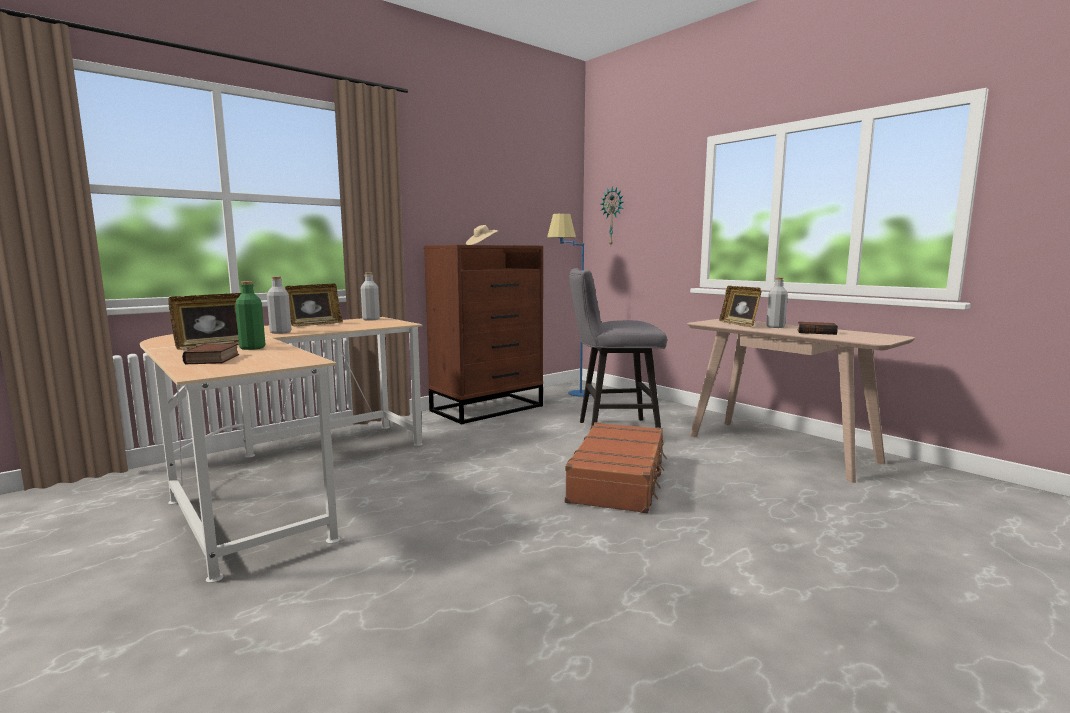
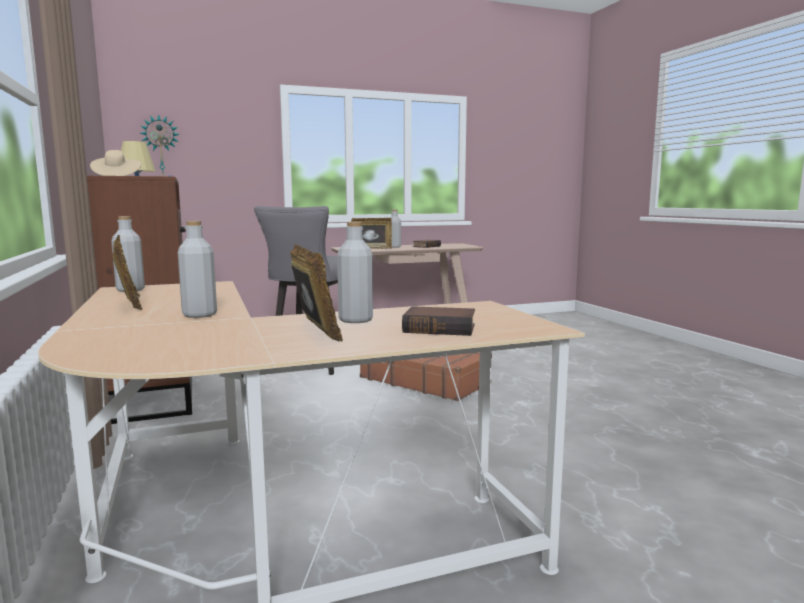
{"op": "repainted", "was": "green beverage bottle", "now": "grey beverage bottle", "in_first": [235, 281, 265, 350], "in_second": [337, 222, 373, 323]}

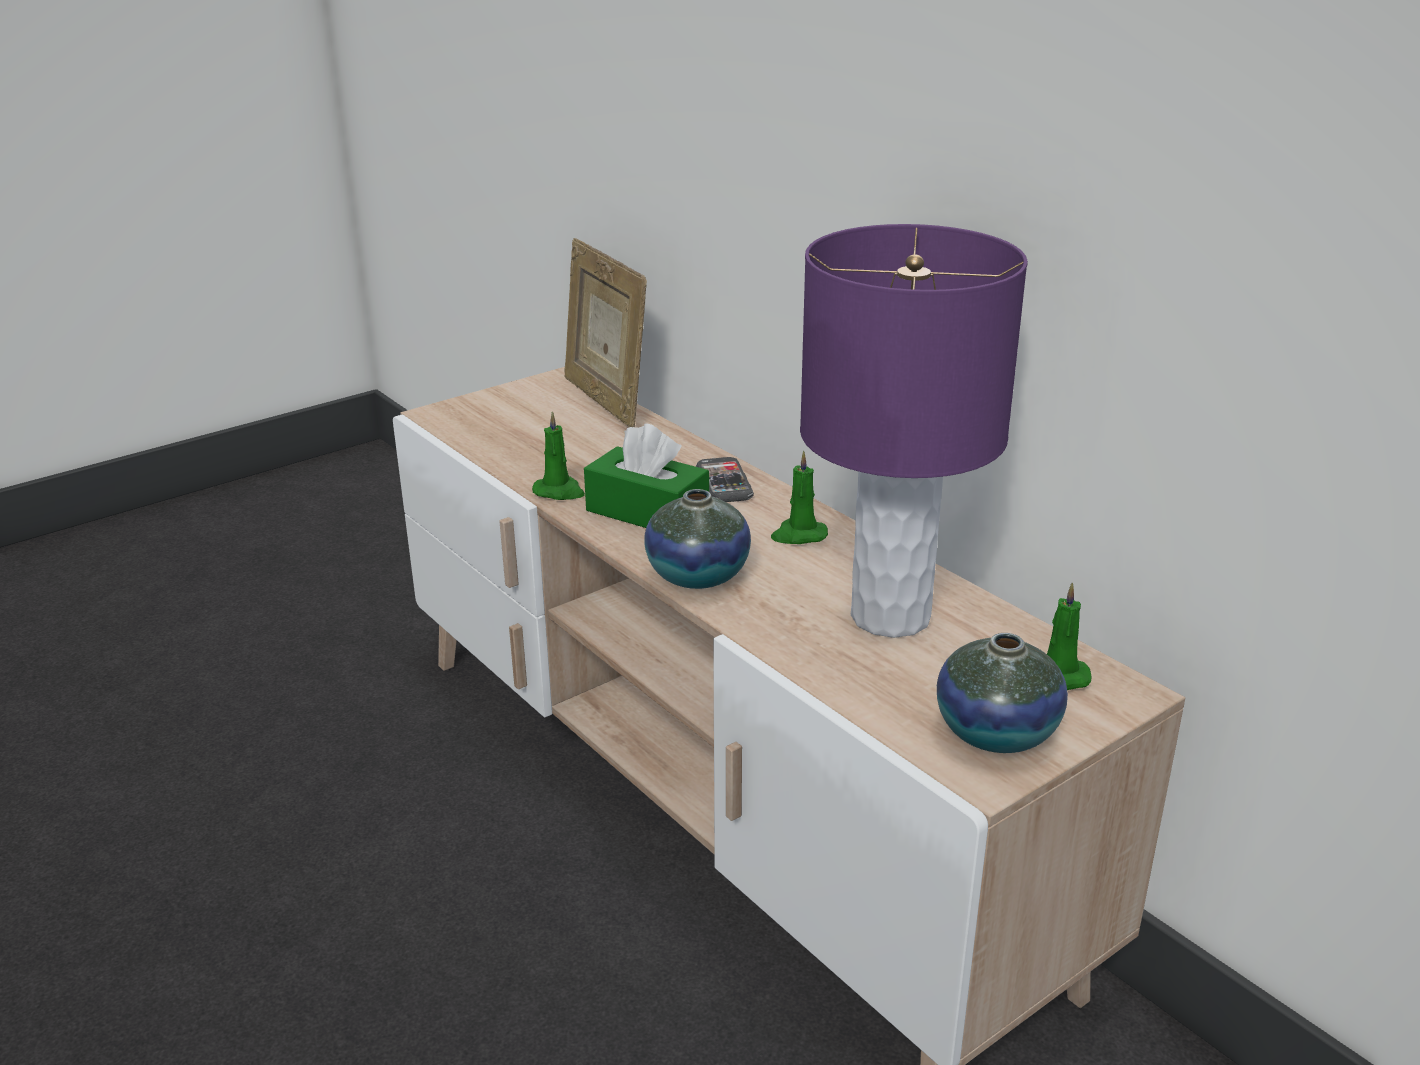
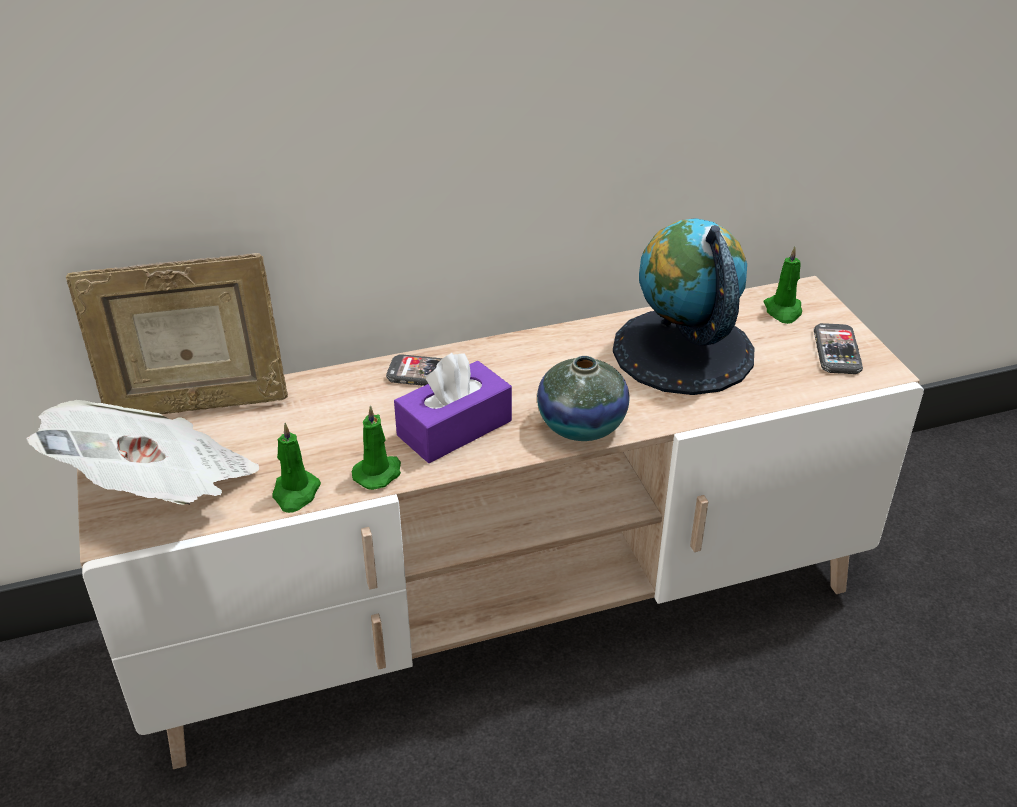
{"op": "repainted", "was": "green tissue box", "now": "purple tissue box", "in_first": [584, 423, 709, 528], "in_second": [394, 353, 512, 463]}
{"op": "shifted", "was": "green wax light", "in_first": [771, 451, 828, 544], "in_second": [273, 423, 321, 513]}
{"op": "swapped", "was": "purple table lamp", "now": "desk globe", "in_first": [800, 224, 1028, 638], "in_second": [613, 218, 754, 395]}
{"op": "swapped", "was": "vase", "now": "telephone", "in_first": [937, 633, 1068, 753], "in_second": [814, 323, 863, 374]}
{"op": "new", "now": "newspaper", "in_second": [26, 400, 259, 505]}

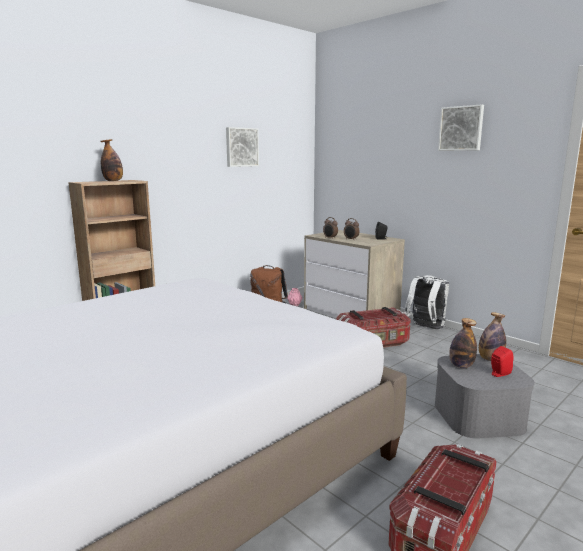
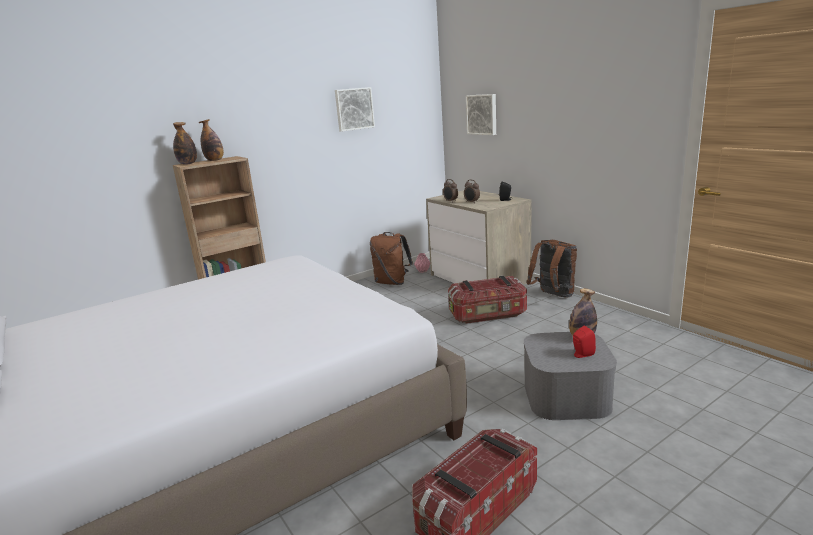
{"op": "repainted", "was": "white-coloured backpack", "now": "brown backpack", "in_first": [404, 275, 449, 329], "in_second": [527, 240, 577, 298]}
{"op": "shifted", "was": "picture", "in_first": [438, 104, 484, 151], "in_second": [466, 94, 496, 135]}
{"op": "shifted", "was": "beverage bottle", "in_first": [449, 318, 477, 368], "in_second": [173, 122, 197, 165]}

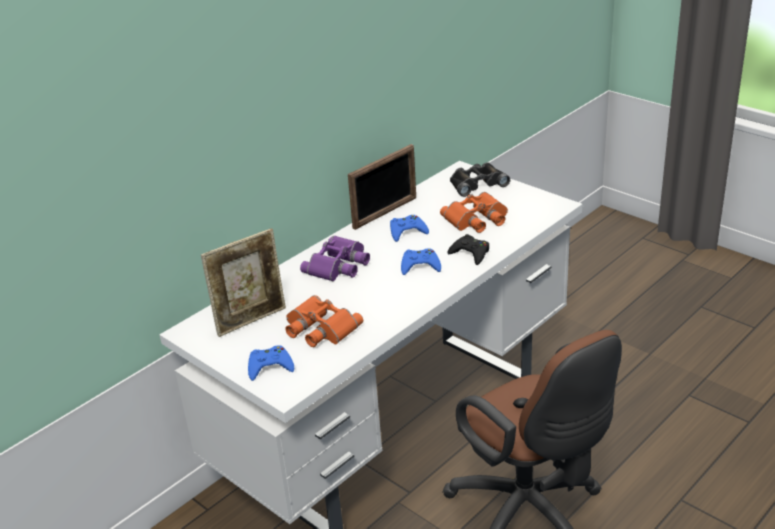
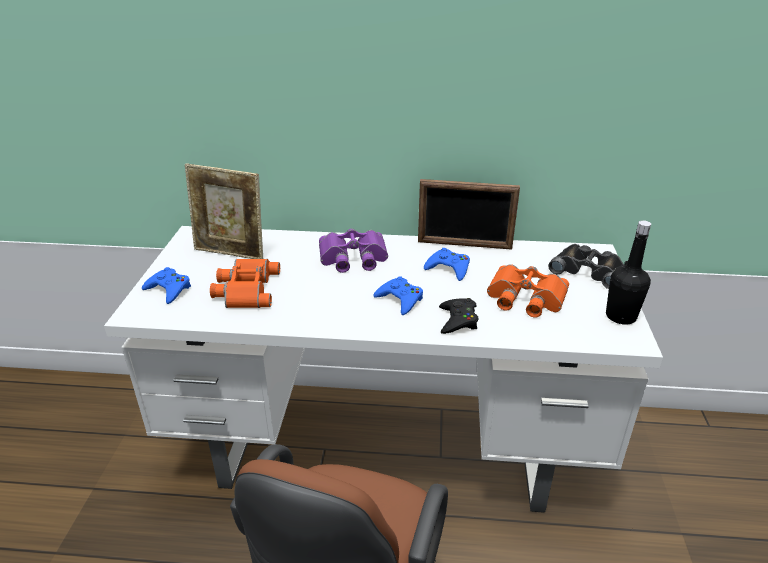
{"op": "new", "now": "blackish beverage bottle", "in_second": [606, 220, 651, 325]}

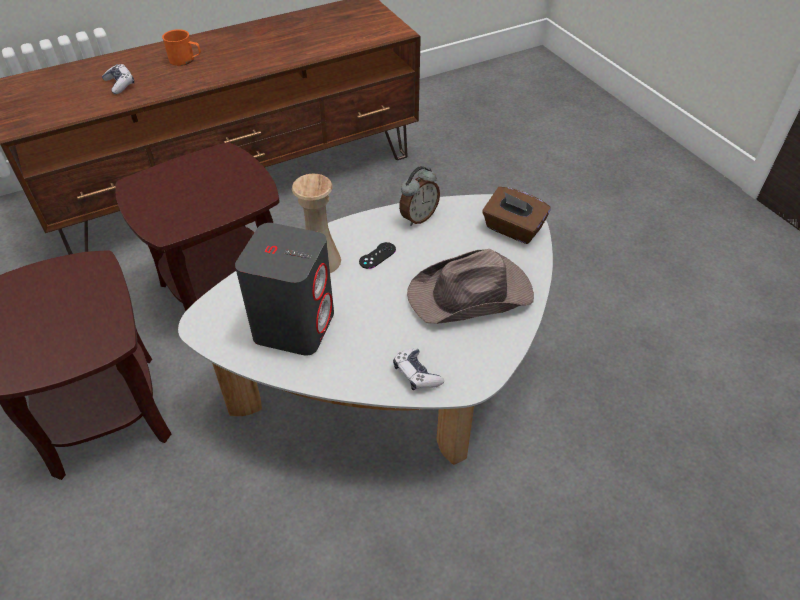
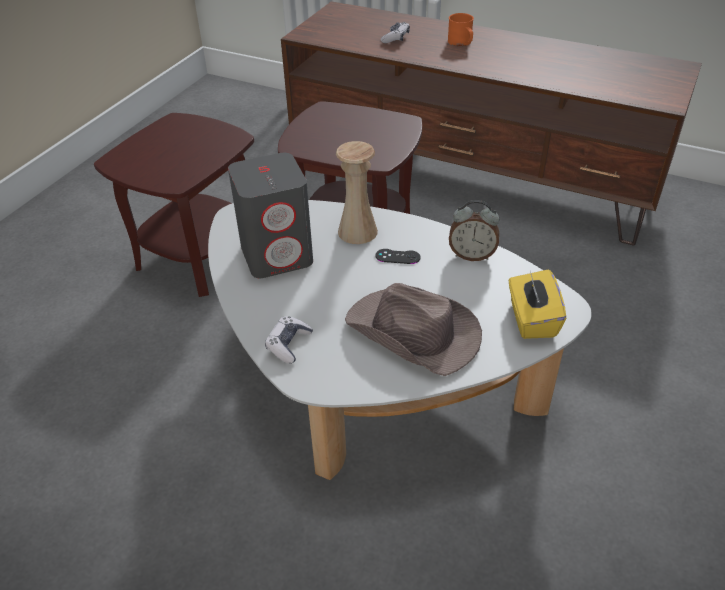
{"op": "repainted", "was": "brown tissue box", "now": "yellow-coloured tissue box", "in_first": [482, 187, 551, 244], "in_second": [509, 270, 566, 339]}

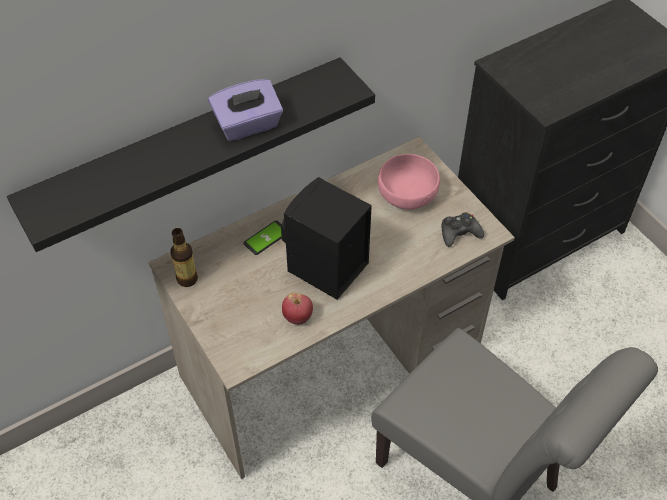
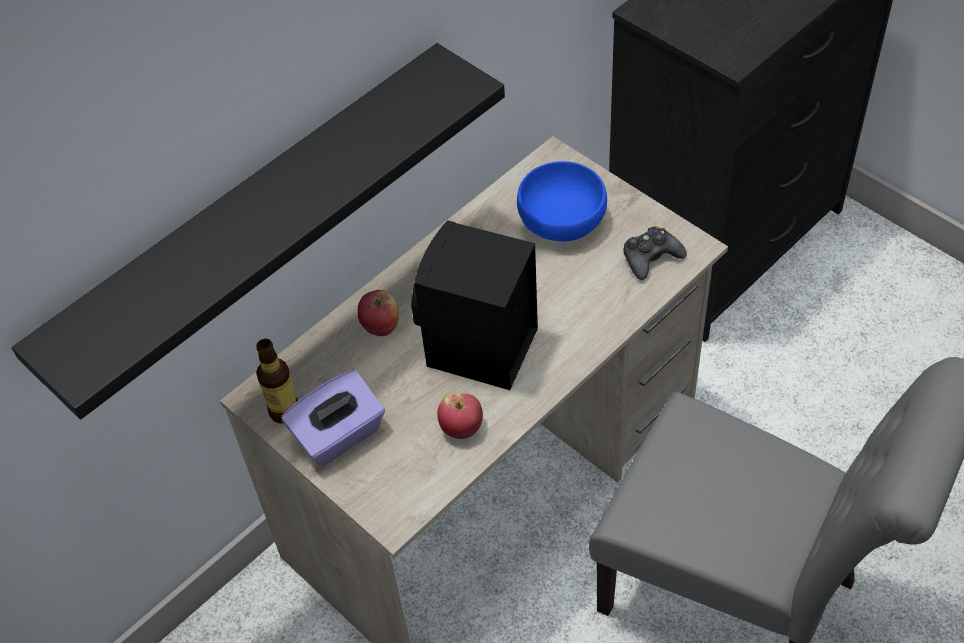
{"op": "shifted", "was": "purple tissue box", "in_first": [208, 79, 283, 141], "in_second": [281, 370, 385, 466]}
{"op": "swapped", "was": "telephone", "now": "whole apple", "in_first": [243, 220, 282, 255], "in_second": [358, 290, 399, 336]}
{"op": "repainted", "was": "pink serving bowl", "now": "blue serving bowl", "in_first": [378, 154, 440, 210], "in_second": [517, 161, 607, 241]}

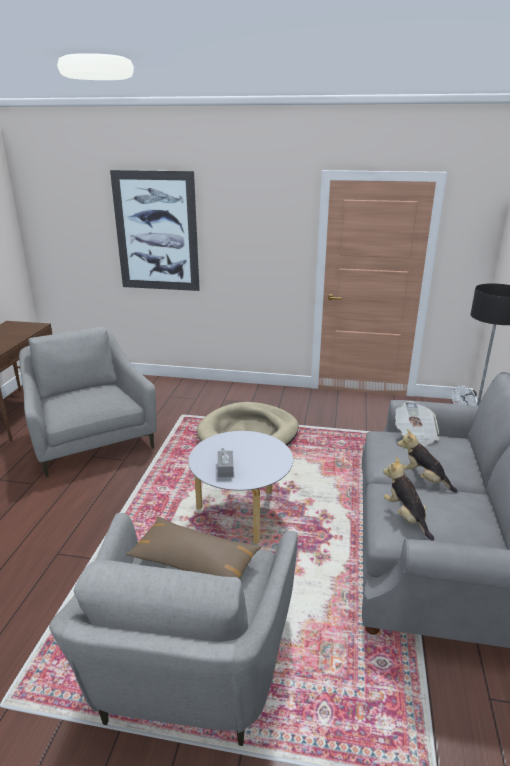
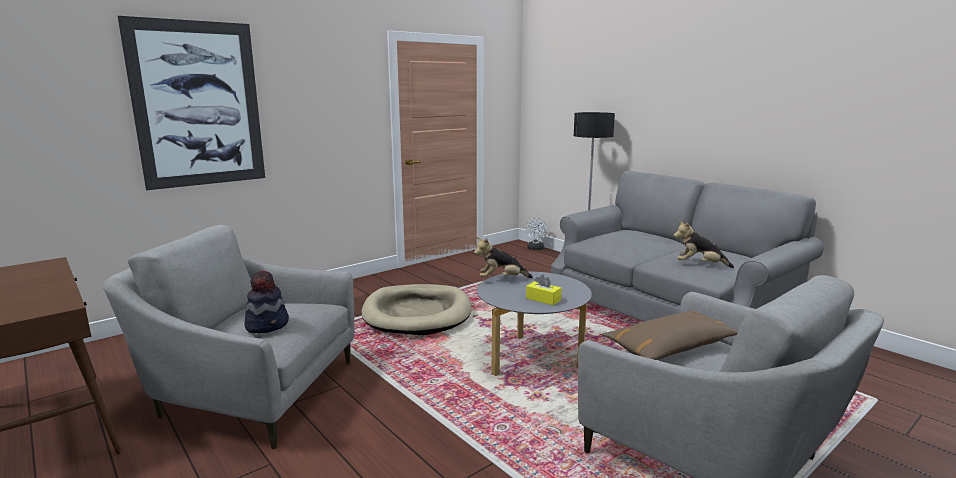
{"op": "repainted", "was": "grey tissue box", "now": "yellow-coloured tissue box", "in_first": [218, 448, 234, 477], "in_second": [526, 274, 562, 305]}
{"op": "gone", "was": "newspaper", "in_first": [395, 401, 440, 447]}
{"op": "shifted", "was": "plush toy", "in_first": [397, 429, 458, 493], "in_second": [474, 237, 533, 278]}
{"op": "new", "now": "wearable hat", "in_second": [245, 270, 289, 333]}

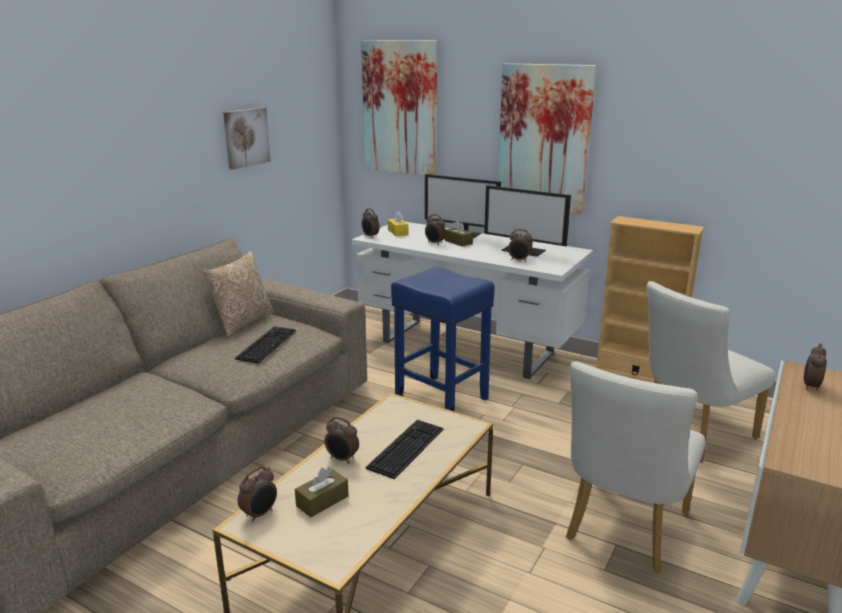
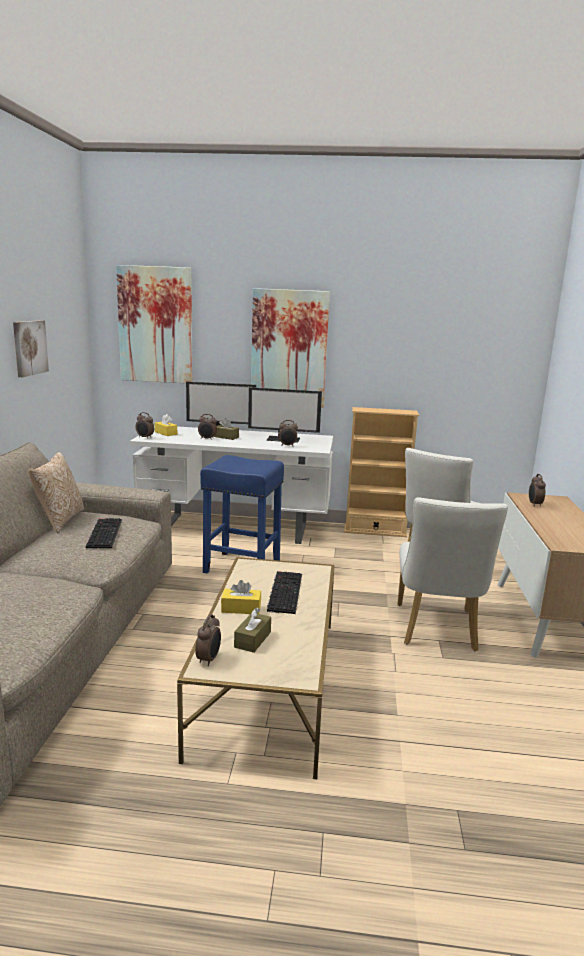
{"op": "swapped", "was": "table clock", "now": "yellow-coloured tissue box", "in_first": [324, 417, 359, 464], "in_second": [221, 580, 261, 614]}

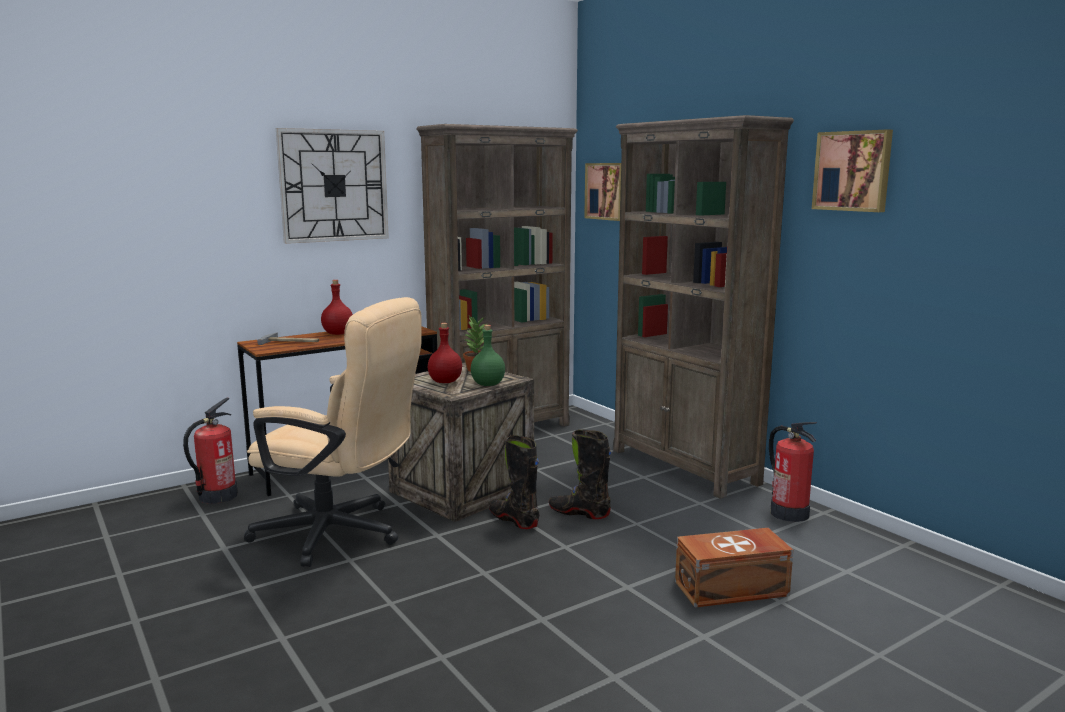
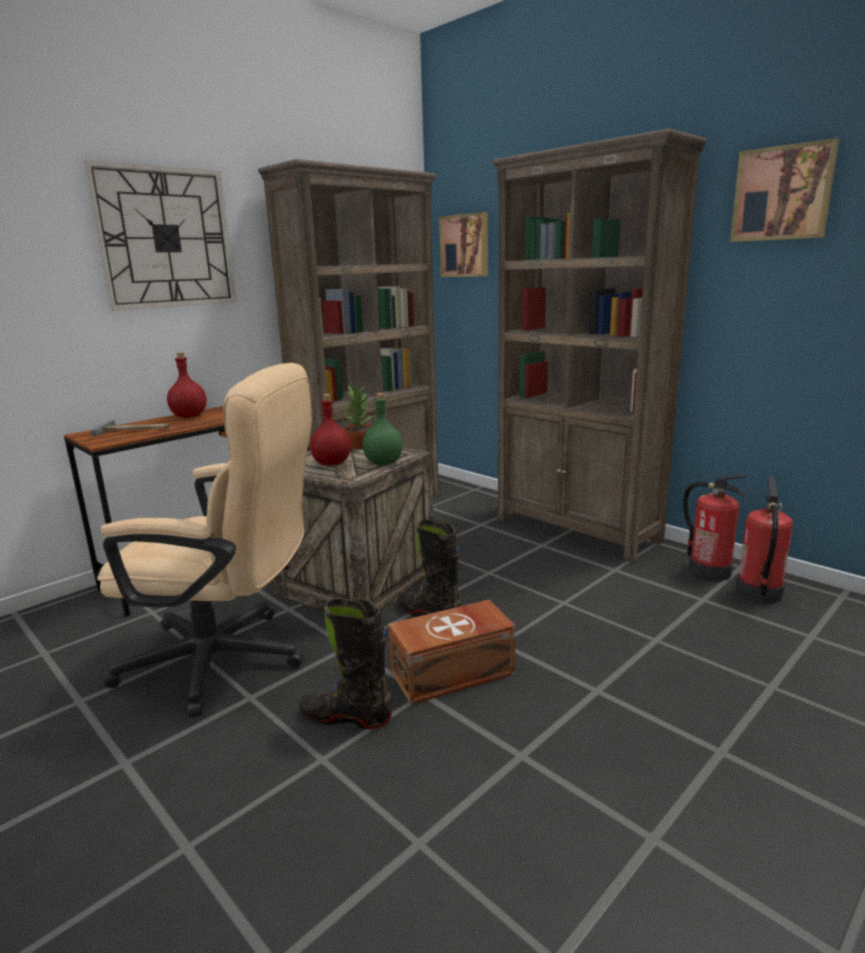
{"op": "shifted", "was": "extinguisher", "in_first": [183, 398, 238, 504], "in_second": [735, 476, 793, 604]}
{"op": "shifted", "was": "blackish high-top boot", "in_first": [549, 429, 611, 519], "in_second": [299, 598, 392, 729]}
{"op": "shifted", "was": "brown storage bin", "in_first": [675, 528, 793, 608], "in_second": [388, 600, 516, 705]}

